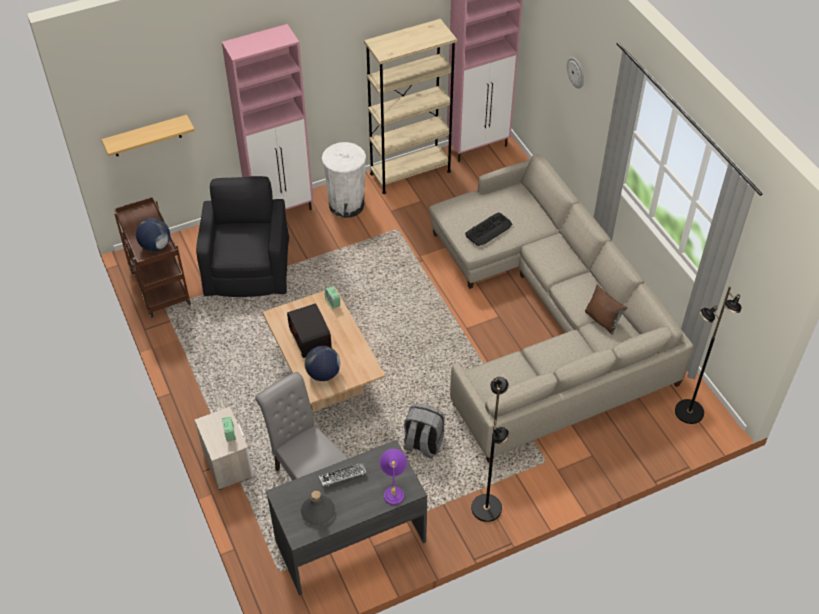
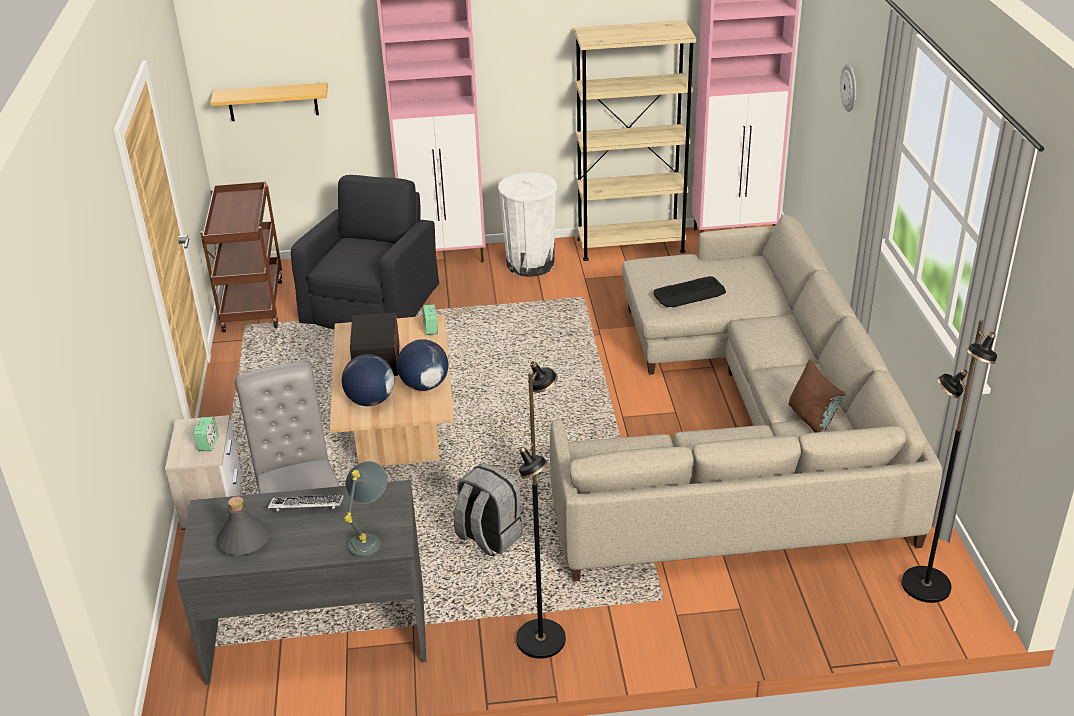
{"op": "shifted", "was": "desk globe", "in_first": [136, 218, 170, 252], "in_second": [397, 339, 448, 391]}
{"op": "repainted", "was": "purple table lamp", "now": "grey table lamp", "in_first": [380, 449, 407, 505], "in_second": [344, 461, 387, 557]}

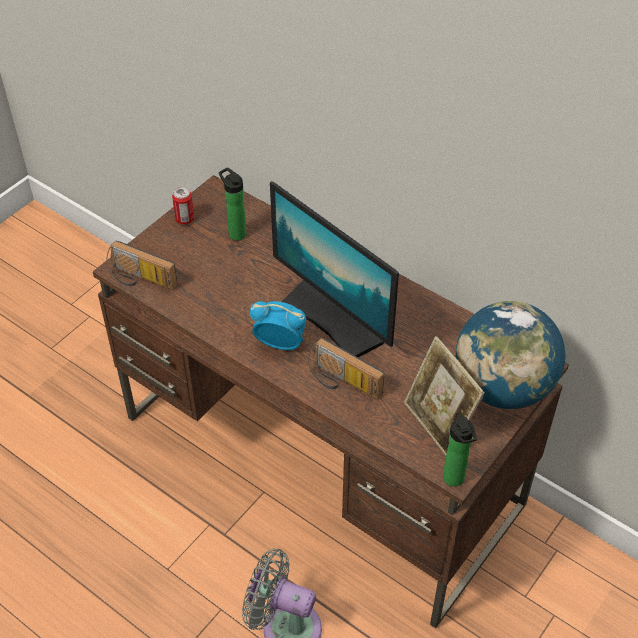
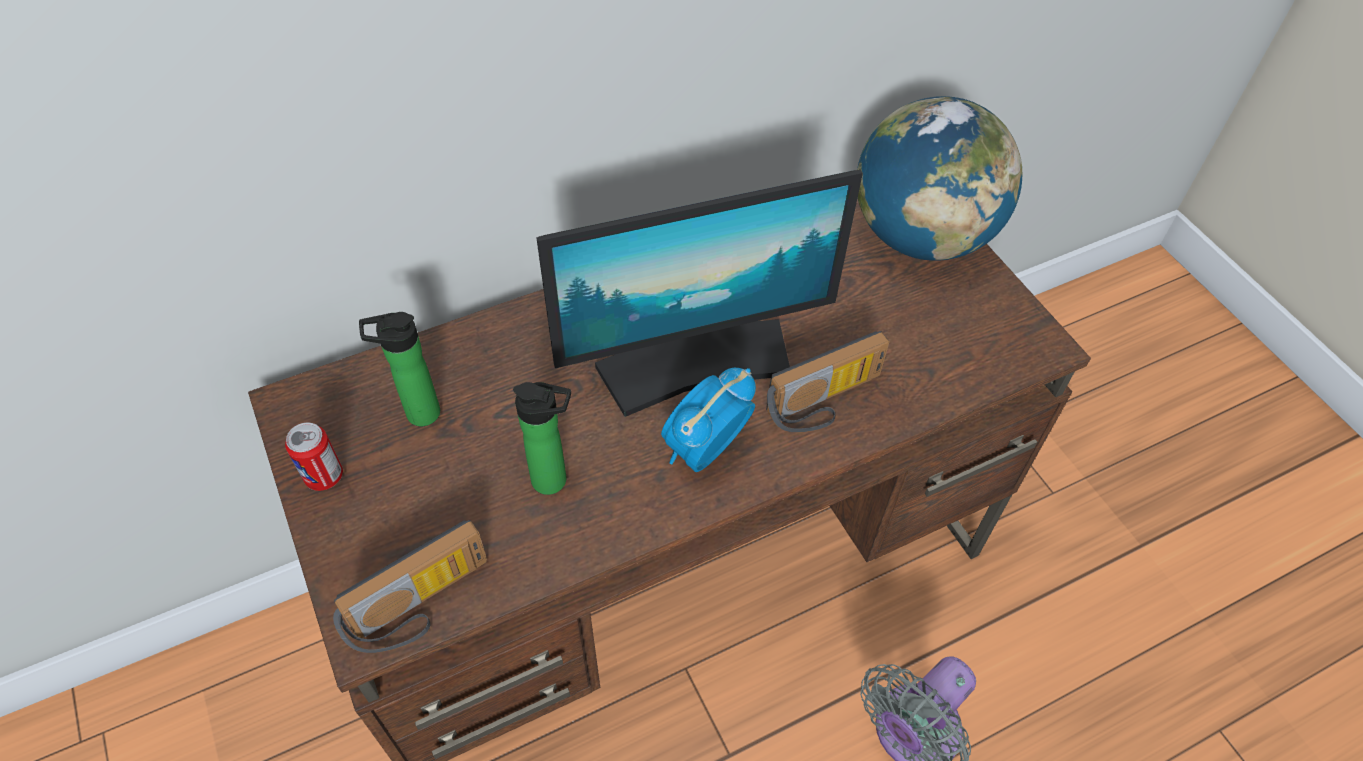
{"op": "gone", "was": "standing frame", "in_first": [404, 336, 485, 456]}
{"op": "shifted", "was": "beverage bottle", "in_first": [443, 414, 477, 487], "in_second": [513, 382, 571, 495]}

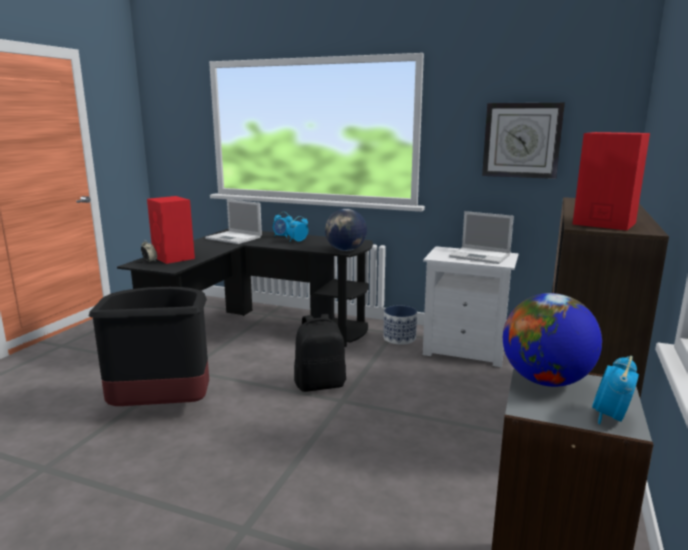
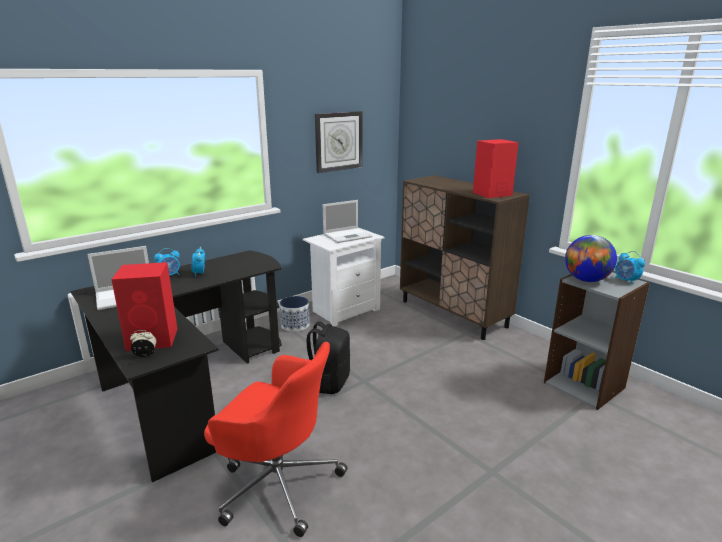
{"op": "swapped", "was": "blackish trash can", "now": "reddish desk chair", "in_first": [89, 287, 209, 406], "in_second": [204, 342, 347, 537]}
{"op": "gone", "was": "desk globe", "in_first": [325, 209, 367, 251]}

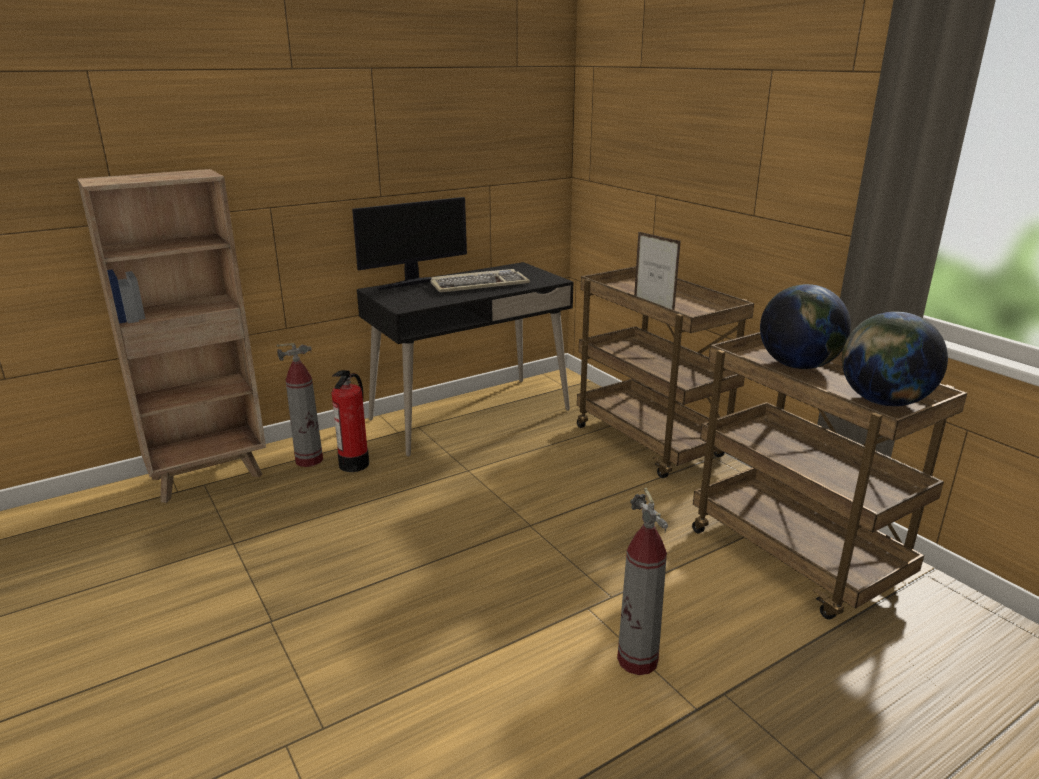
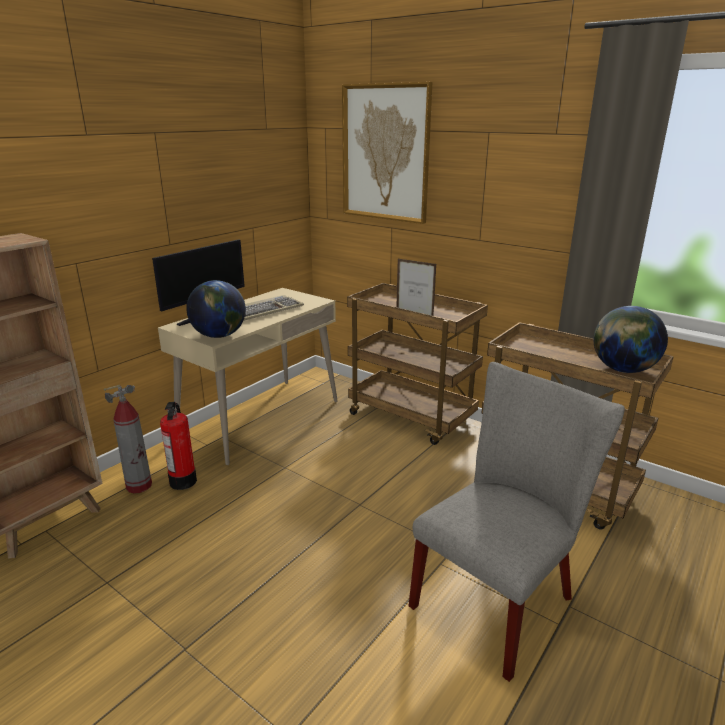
{"op": "repainted", "was": "blackish desk table", "now": "beige desk table", "in_first": [357, 262, 574, 457], "in_second": [158, 288, 338, 465]}
{"op": "swapped", "was": "extinguisher", "now": "grey upright chair", "in_first": [617, 488, 668, 675], "in_second": [409, 362, 625, 682]}
{"op": "shifted", "was": "desk globe", "in_first": [760, 284, 851, 369], "in_second": [186, 280, 246, 338]}
{"op": "new", "now": "picture", "in_second": [342, 82, 432, 224]}

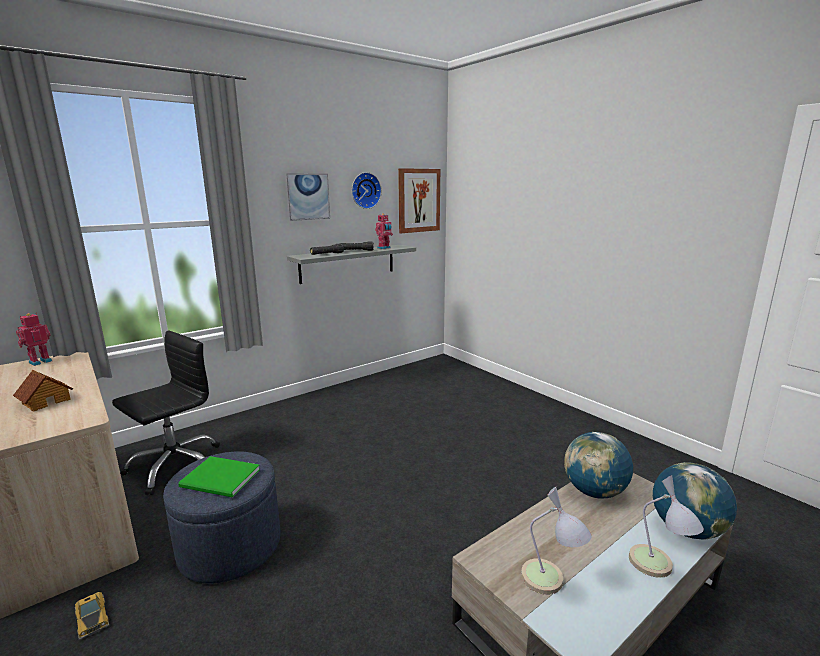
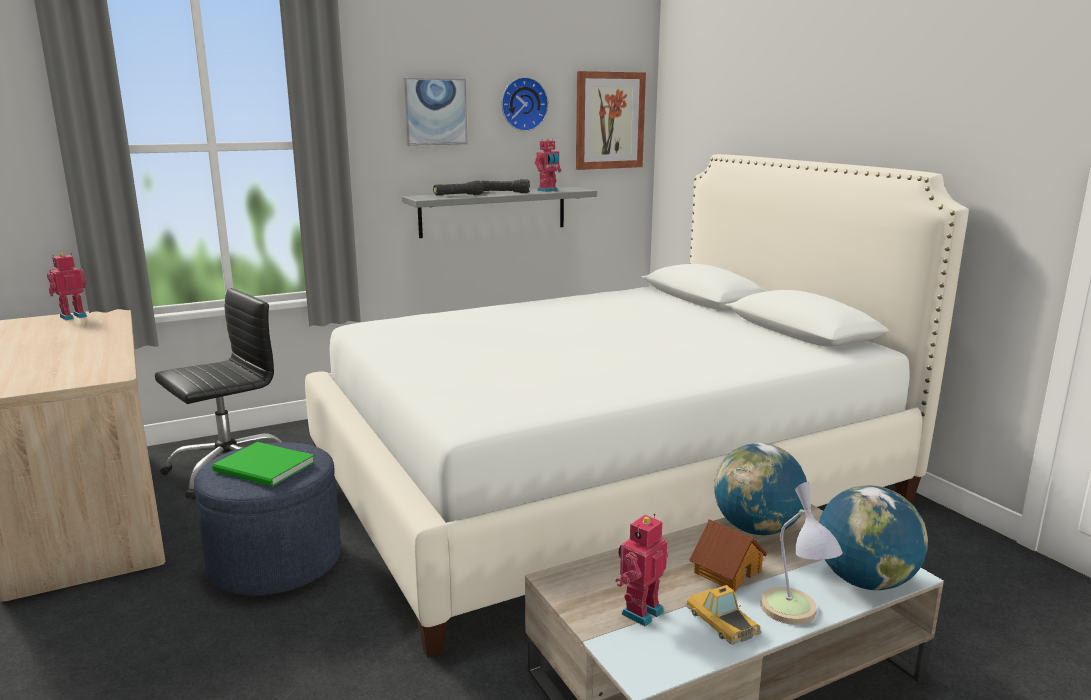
{"op": "shifted", "was": "model house", "in_first": [13, 370, 73, 411], "in_second": [689, 519, 767, 592]}
{"op": "shifted", "was": "miniature car", "in_first": [75, 592, 109, 640], "in_second": [686, 585, 762, 645]}
{"op": "swapped", "was": "table lamp", "now": "robot figure", "in_first": [521, 487, 592, 595], "in_second": [615, 513, 668, 627]}
{"op": "new", "now": "white-coloured bed", "in_second": [305, 154, 969, 658]}

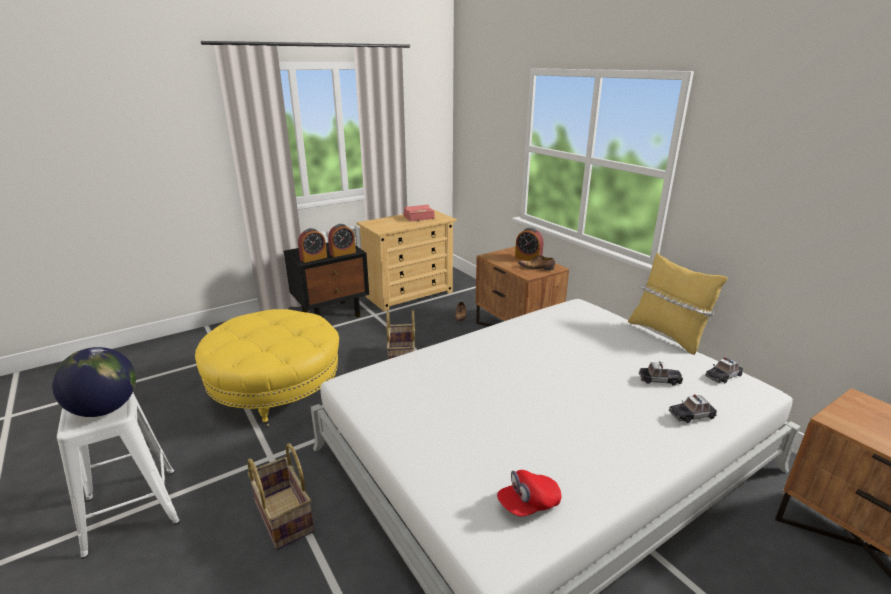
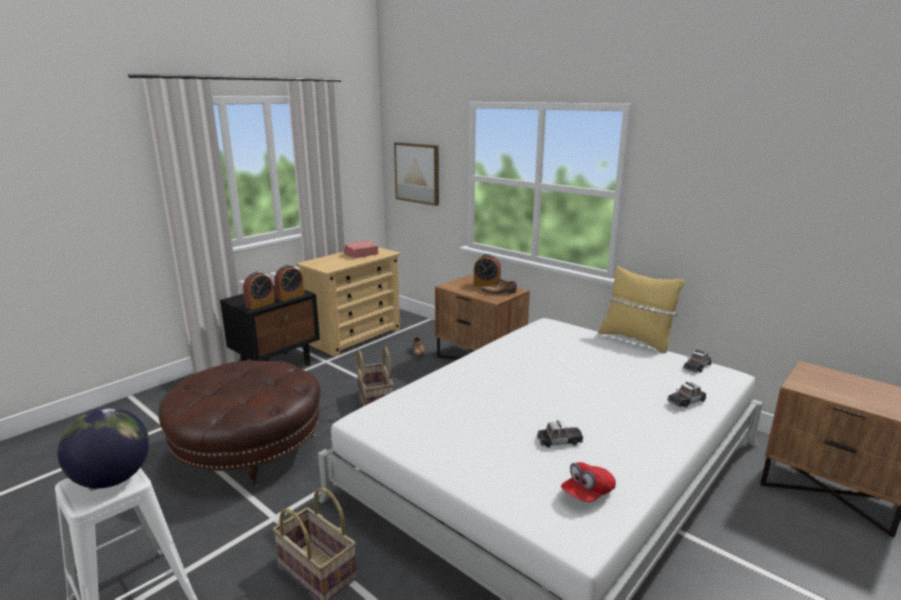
{"op": "repainted", "was": "yellow-coloured pouffe", "now": "brown pouffe", "in_first": [195, 309, 339, 427], "in_second": [158, 360, 321, 489]}
{"op": "shifted", "was": "miniature car", "in_first": [639, 361, 683, 386], "in_second": [537, 420, 583, 448]}
{"op": "new", "now": "picture", "in_second": [394, 142, 439, 206]}

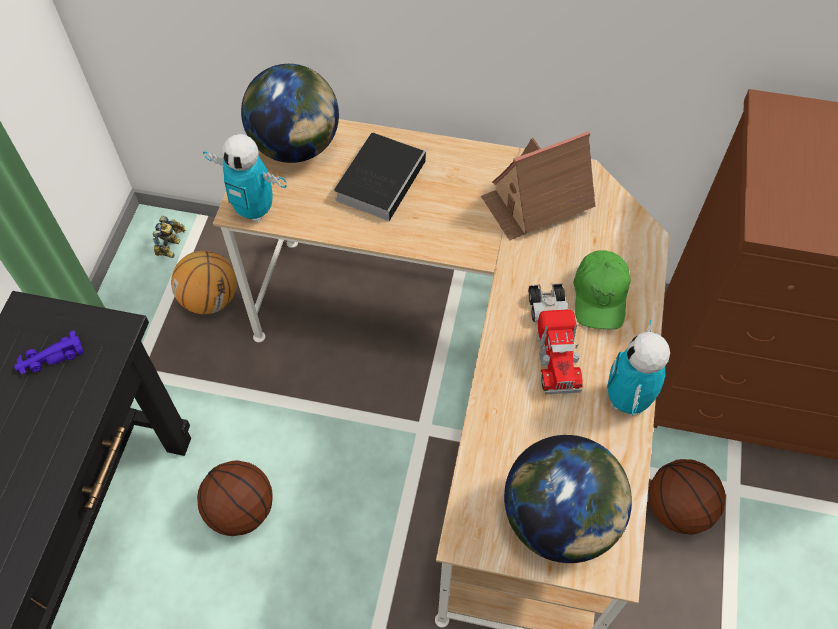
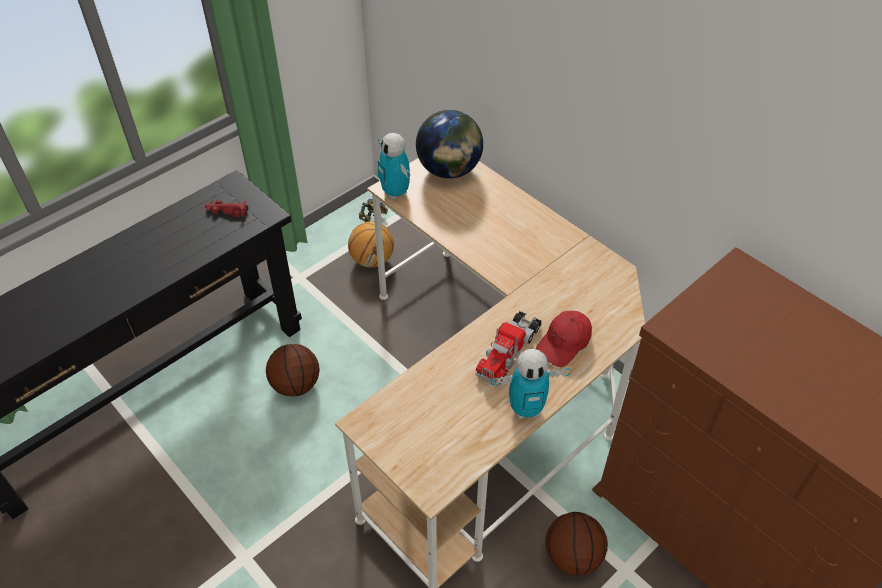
{"op": "repainted", "was": "purple miniature car", "now": "reddish miniature car", "in_first": [14, 330, 84, 374], "in_second": [205, 200, 248, 217]}
{"op": "gone", "was": "volume", "in_first": [334, 133, 429, 221]}
{"op": "gone", "was": "model house", "in_first": [481, 131, 596, 241]}
{"op": "gone", "was": "desk globe", "in_first": [504, 435, 632, 563]}
{"op": "repainted", "was": "green peaked cap", "now": "reddish peaked cap", "in_first": [574, 250, 631, 329], "in_second": [536, 311, 592, 367]}
{"op": "rotated", "was": "robot figure", "in_first": [607, 320, 670, 416], "in_second": [491, 349, 570, 419], "clockwise": -150}

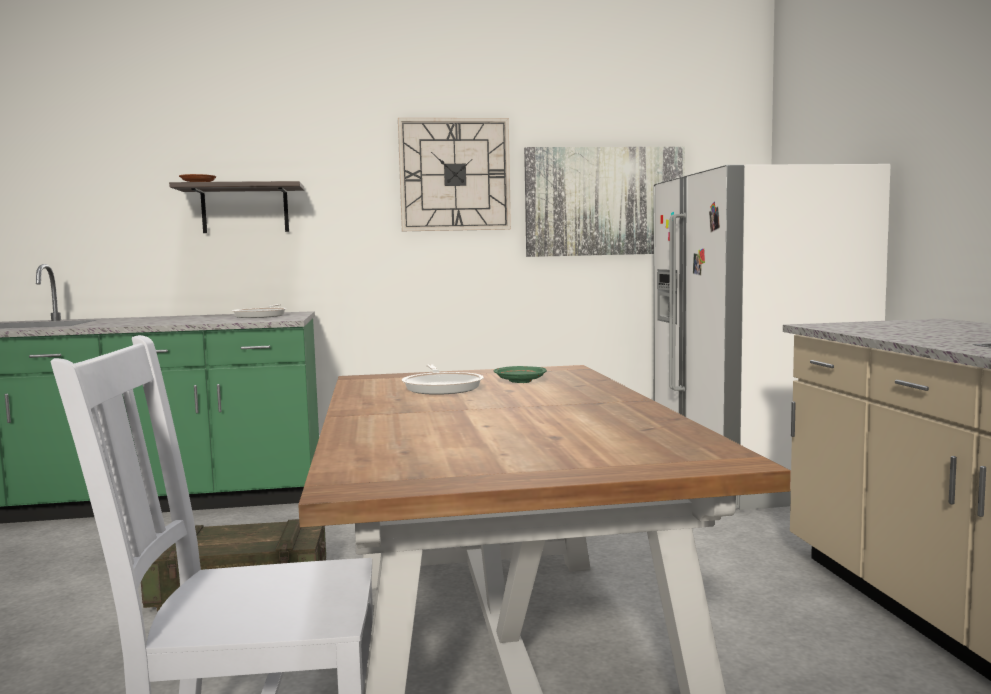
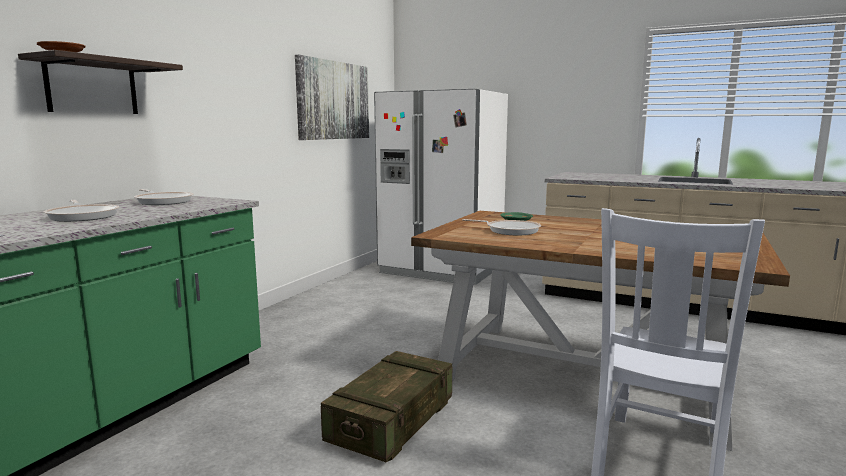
{"op": "gone", "was": "wall clock", "in_first": [398, 118, 511, 231]}
{"op": "new", "now": "skillet", "in_second": [43, 200, 119, 222]}

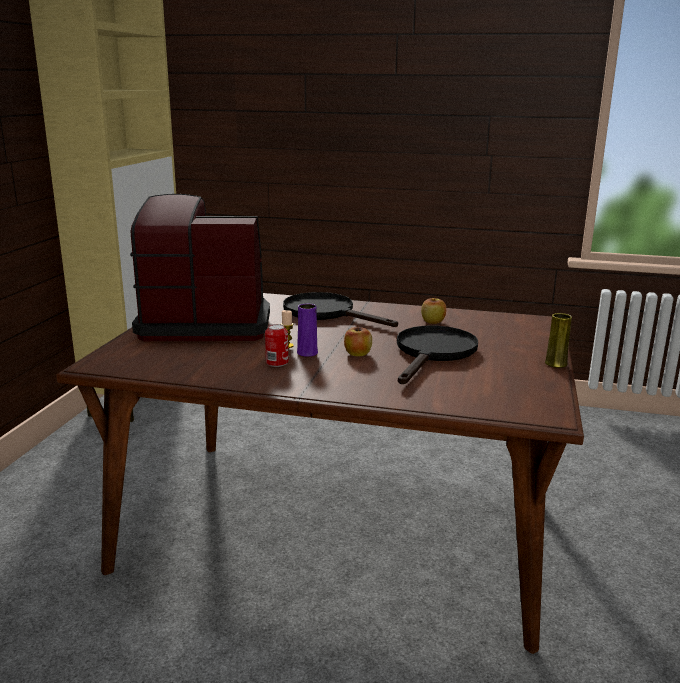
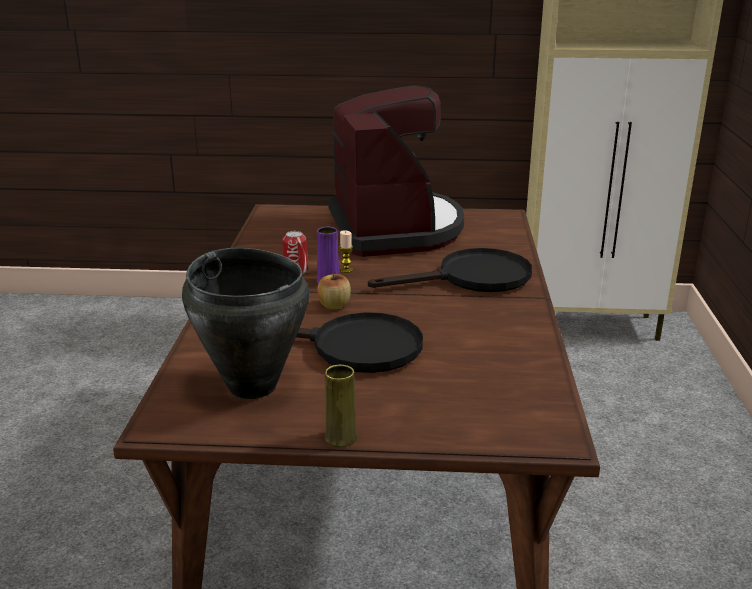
{"op": "rotated", "was": "blackish skillet", "in_first": [283, 292, 398, 327], "in_second": [368, 248, 532, 292], "clockwise": 45}
{"op": "gone", "was": "whole apple", "in_first": [421, 296, 446, 324]}
{"op": "new", "now": "blackish saucepot", "in_second": [182, 248, 309, 399]}

